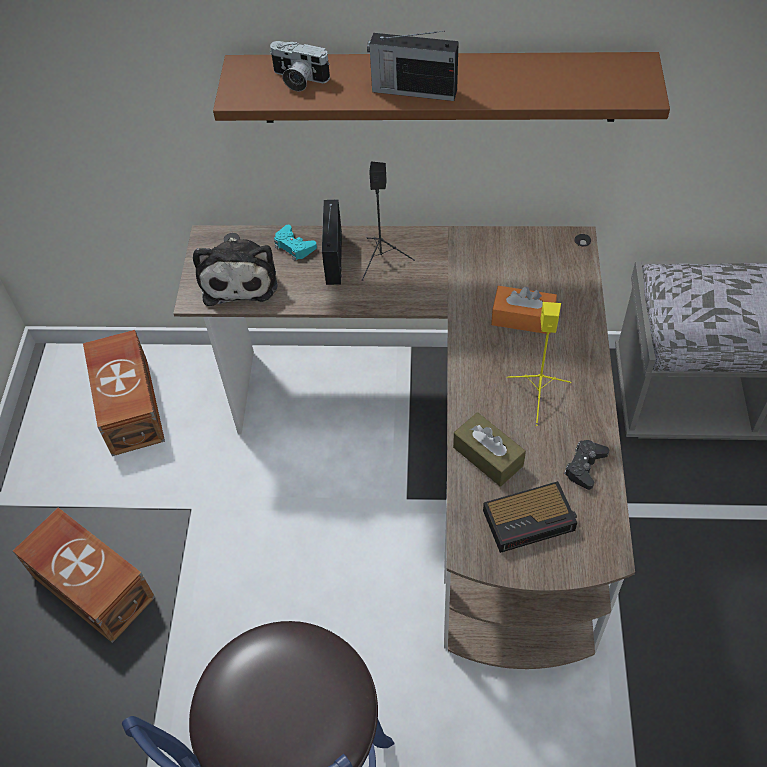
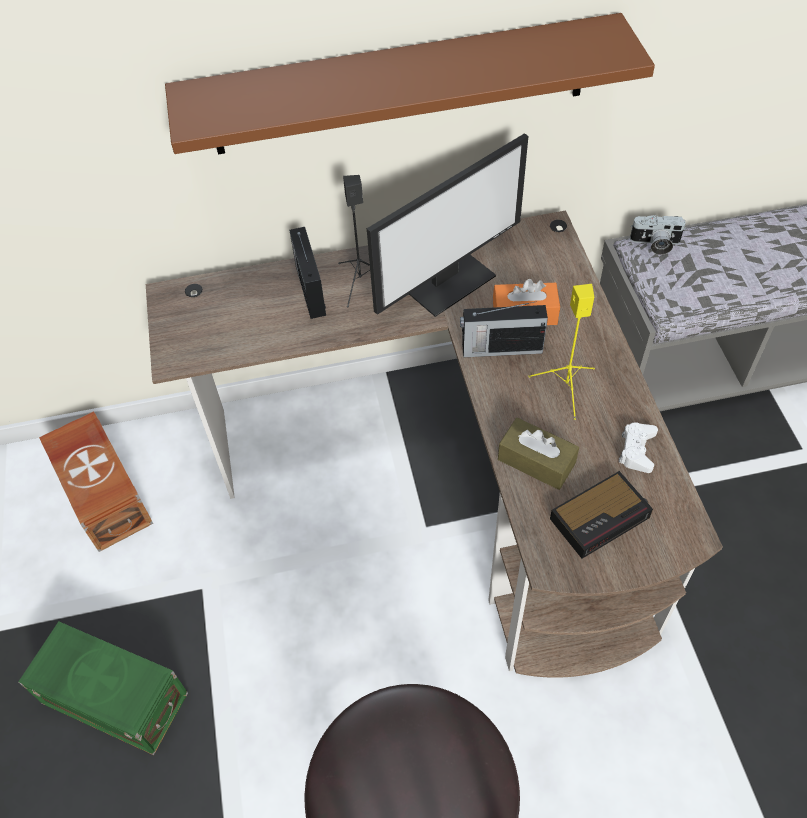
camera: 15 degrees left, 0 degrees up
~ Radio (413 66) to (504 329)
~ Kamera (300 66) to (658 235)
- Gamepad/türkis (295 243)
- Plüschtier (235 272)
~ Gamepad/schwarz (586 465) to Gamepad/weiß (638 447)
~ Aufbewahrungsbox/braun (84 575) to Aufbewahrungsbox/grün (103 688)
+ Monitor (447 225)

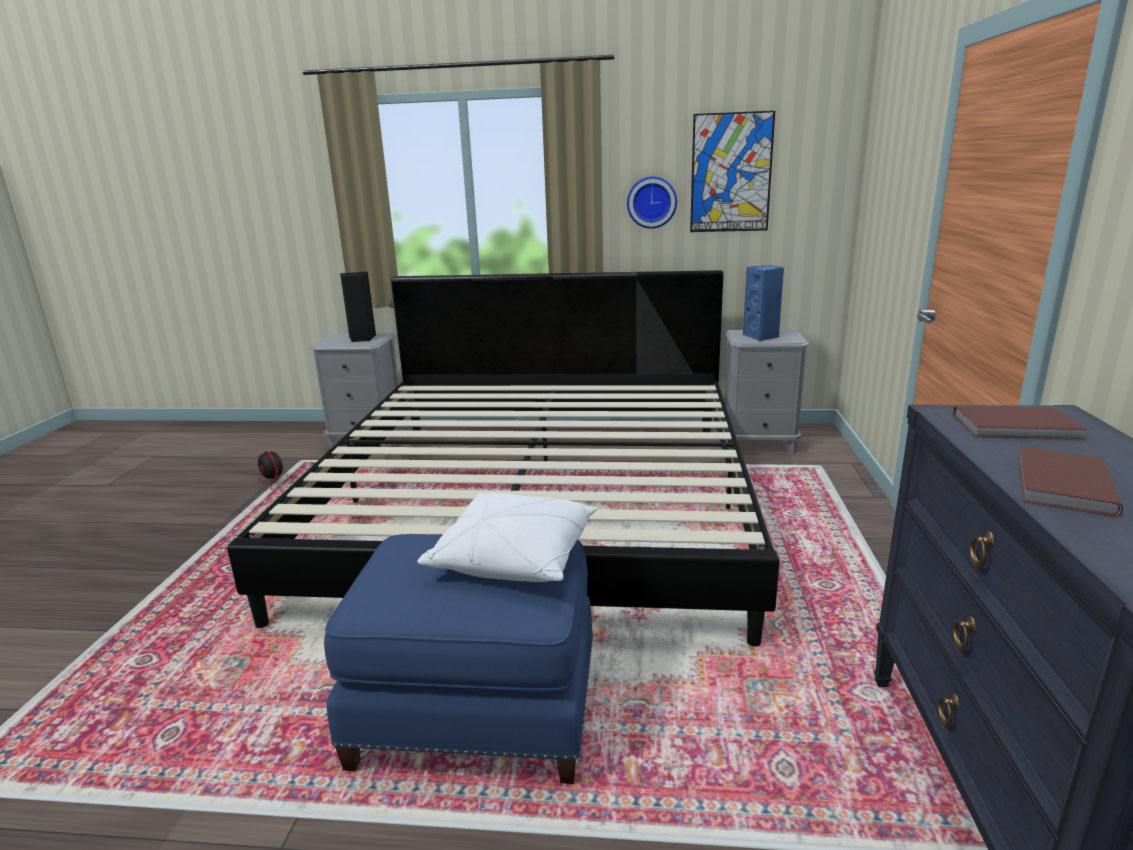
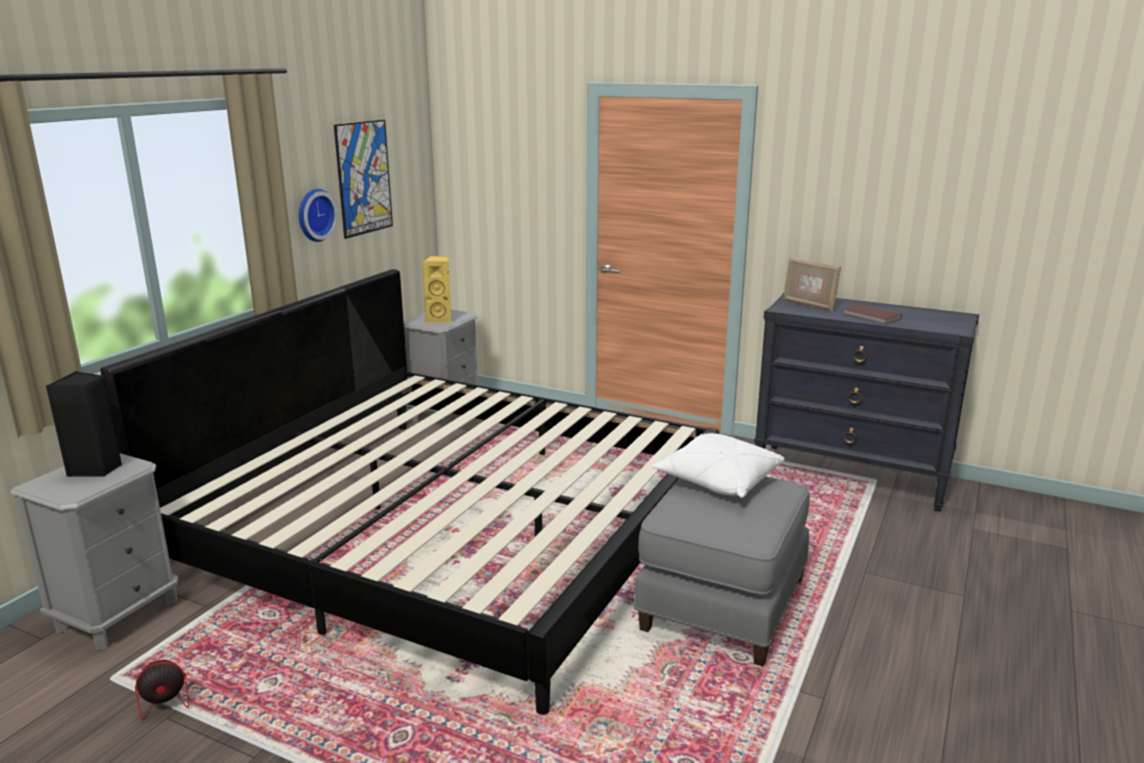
camera: 70 degrees left, 0 degrees up
~ Lautsprecher/blau (763 303) to Lautsprecher/gelb (437 289)
~ Buch/braun (1020 423) to Bilderrahmen (812 284)
~ Polsterhocker/blau (458 659) to Polsterhocker/grau (721 571)

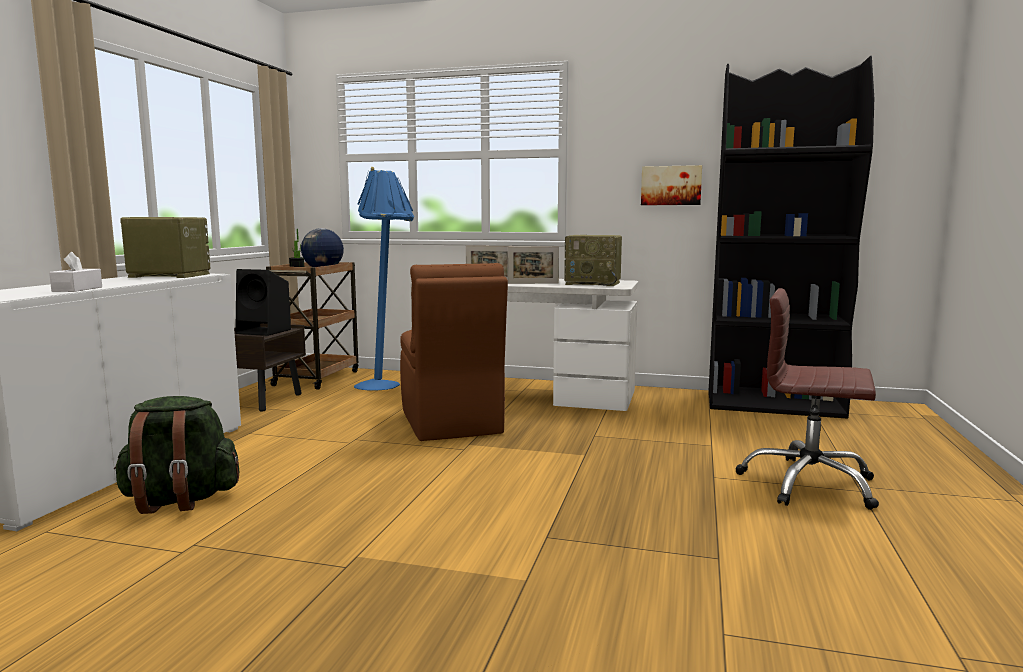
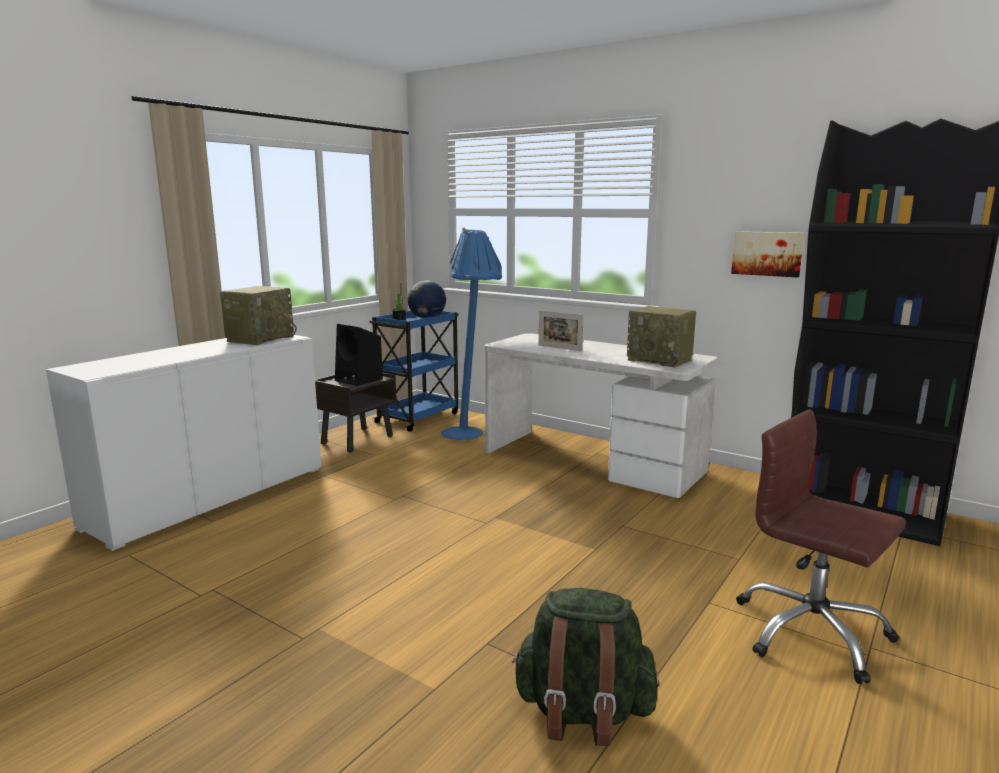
camera: 20 degrees right, 5 degrees up
~ Radio (165 247) = (258 315) 90 degrees clockwise
- Bilderrahmen (533 265)
- Taschentuchbox/weiß (75 272)
~ Rollwagen/braun (312 326) to Rollwagen/blau (414 371)
- Stuhl/braun (454 352)
~ Rucksack/grün (176 455) to (585 667)

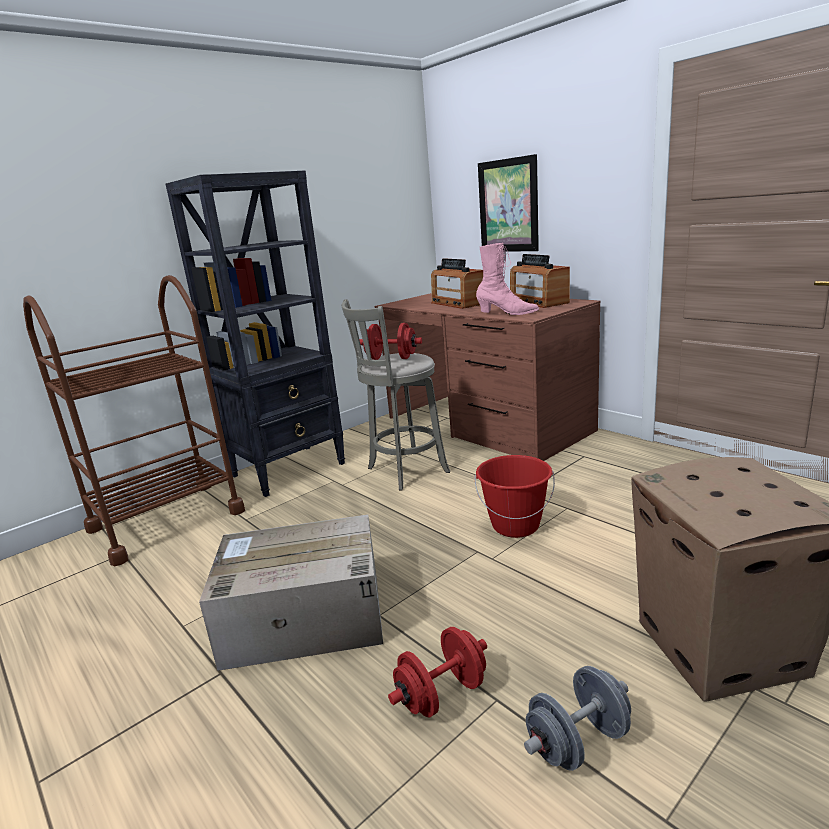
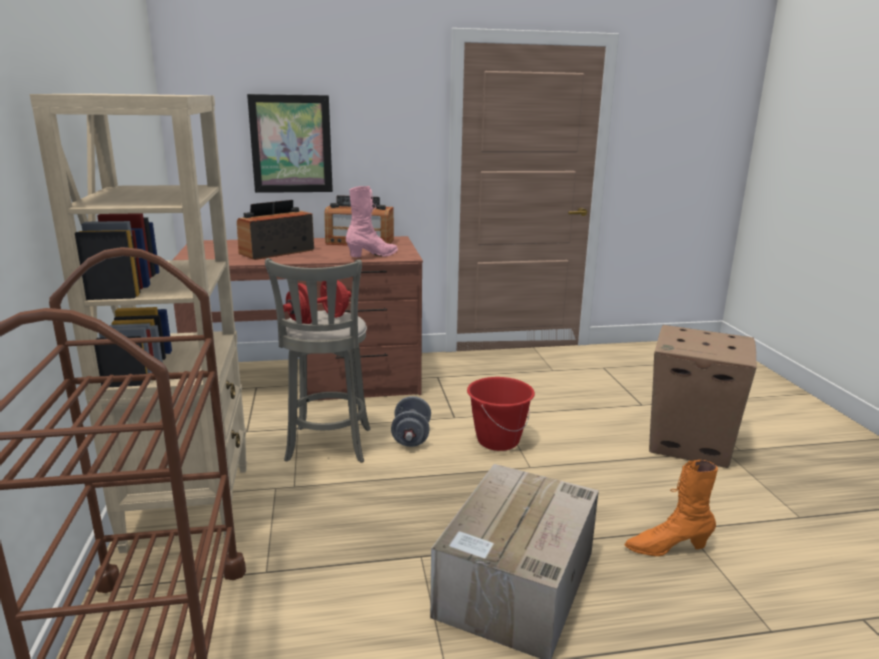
camera: 60 degrees left, 0 degrees up
~ Bücherregal/schwarz (255 334) to Bücherregal/beige (138 323)
~ Radio (457 283) = (275 230) 135 degrees clockwise
~ Hantel/rot (437 672) to Stiefel/orange (671 508)
~ Hantel/grau (577 718) to (411 421)

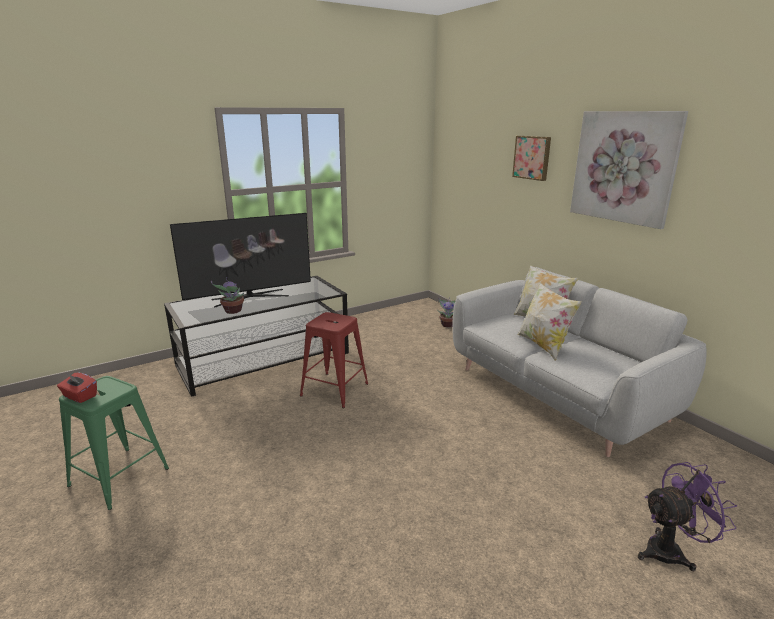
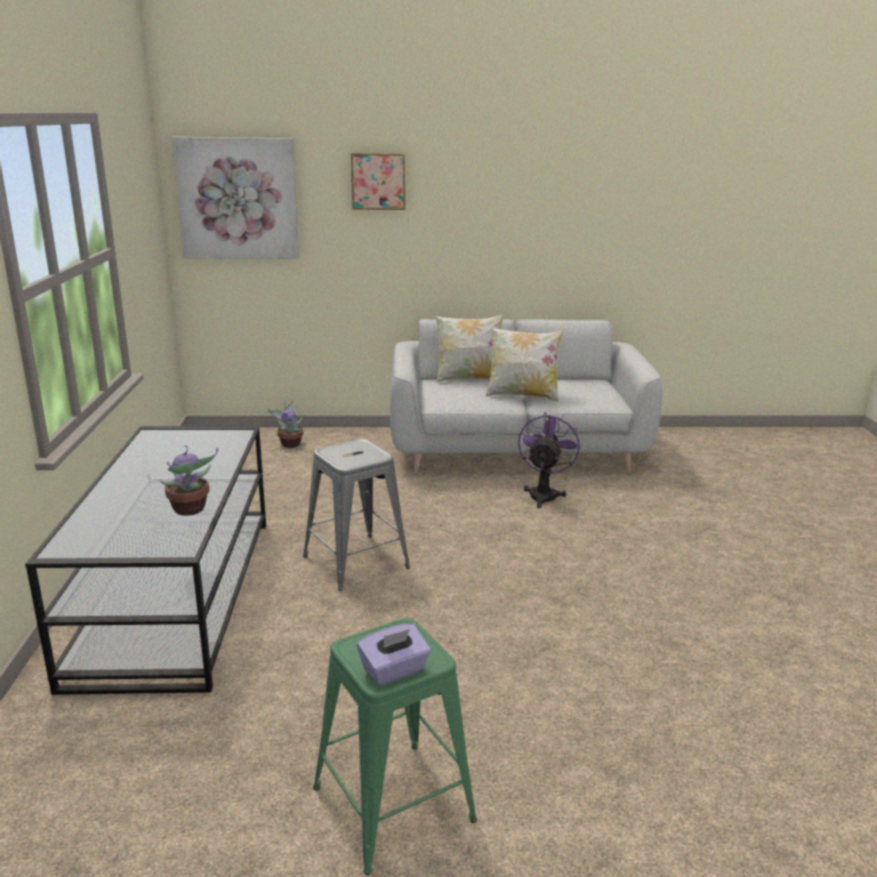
camera: 60 degrees left, 0 degrees up
~ Bild (629 170) to (235 198)
- Fernseher (240 260)
~ Hocker/rot (334 360) to Hocker/grau (356 515)
~ Taschentuchbox/rot (77 388) to Taschentuchbox/lila (394 655)
~ Ventilator/lila (687 516) to (549 460)

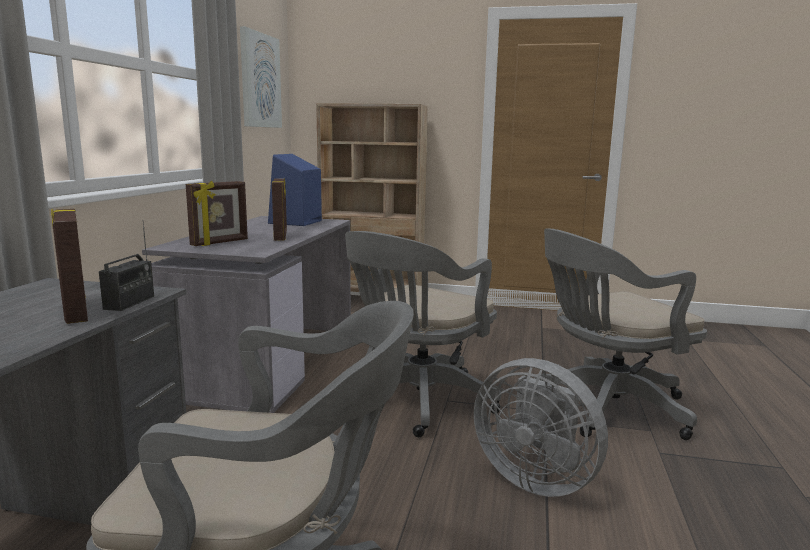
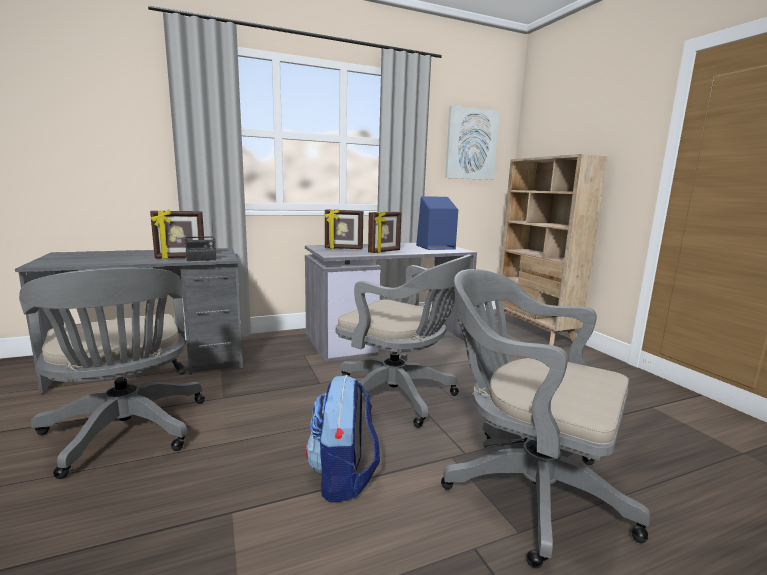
camera: 55 degrees right, 0 degrees up
~ Bilderrahmen (69 266) = (177 234) 135 degrees counterclockwise
~ Bürostuhl/grau (423 334) = (404 341) 150 degrees counterclockwise
~ Ventilator/grau (541 427) to Rucksack (343 439)

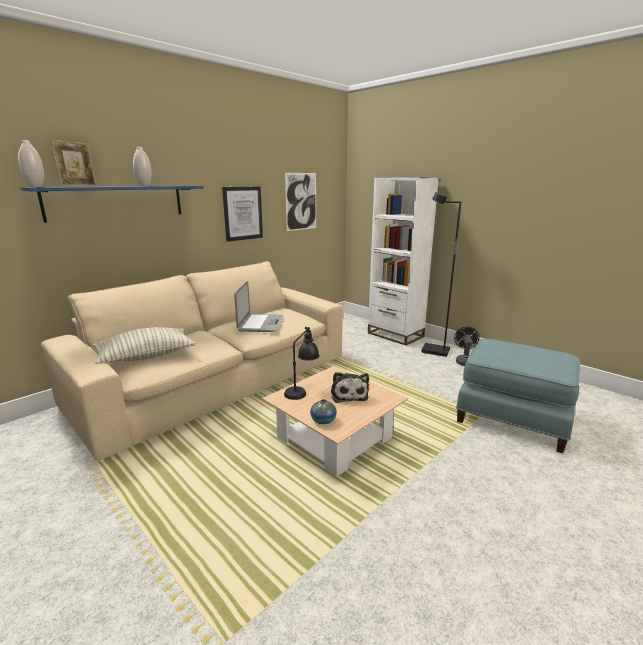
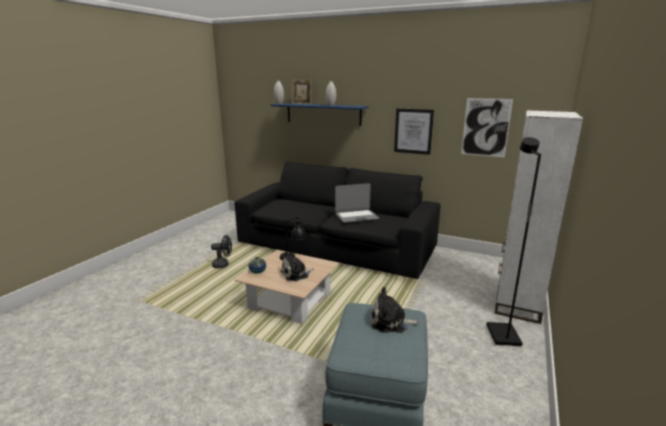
camera: 70 degrees right, 0 degrees up
~ Sofa/beige (192 361) to Sofa/schwarz (337 220)
- Kissen (144 345)
~ Ventilator/schwarz (466 346) to (221 251)
+ Plüschtier (395 310)

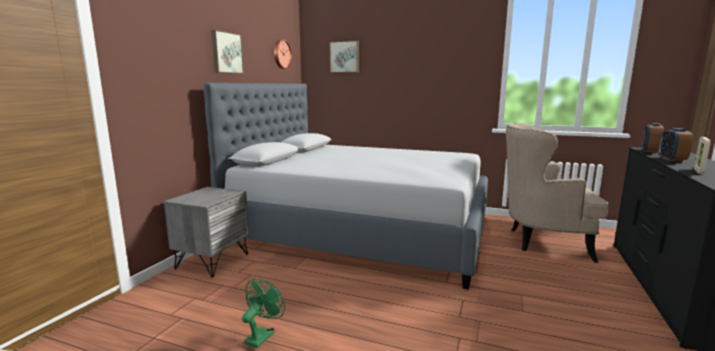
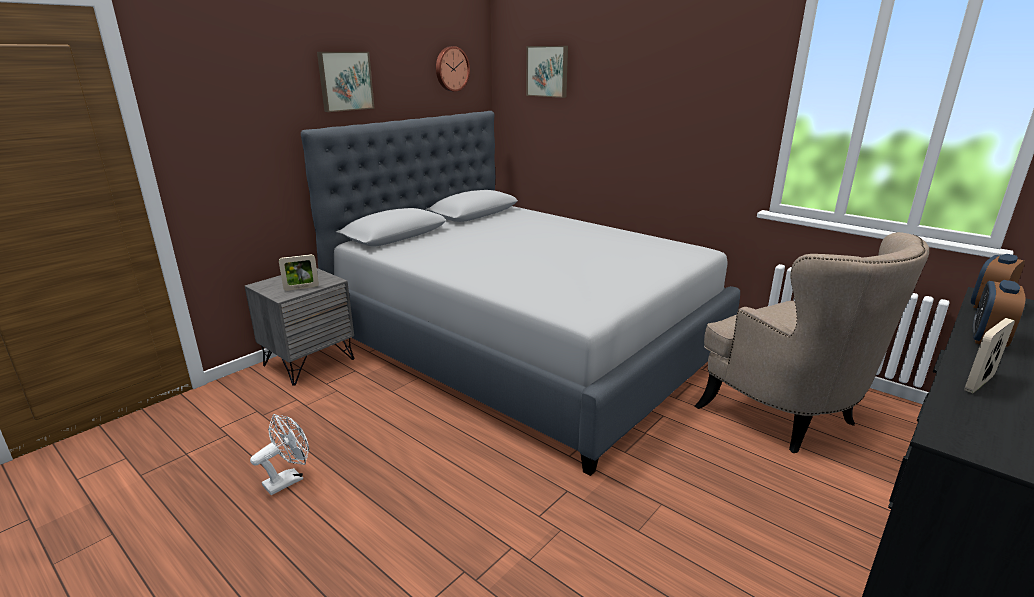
camera: 20 degrees right, 10 degrees up
~ Sessel/beige (557 193) = (812 342) 150 degrees counterclockwise
~ Ventilator/grün (263 313) to Ventilator/weiß (279 454)
+ Bilderrahmen (299 272)

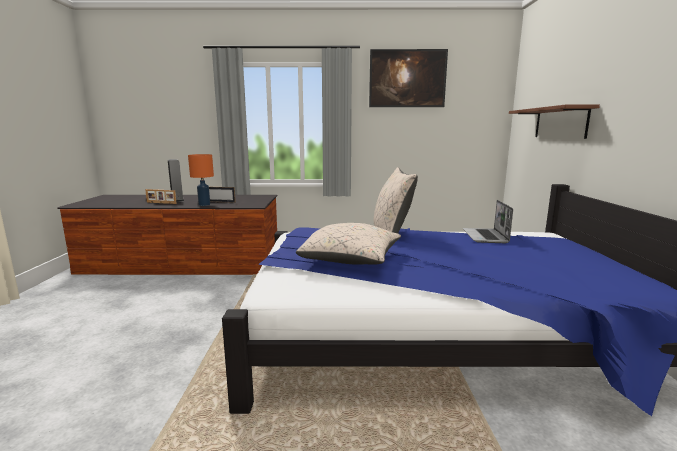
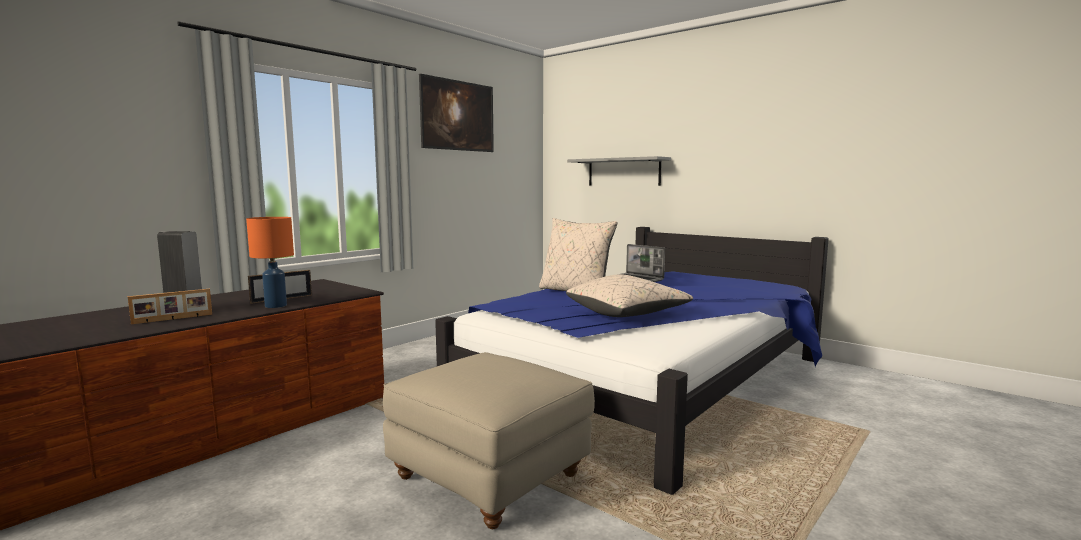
camera: 50 degrees left, 5 degrees down
~ Wandregal/braun (554 121) to Wandregal/grau (619 171)
+ Polsterhocker/beige (489 440)

